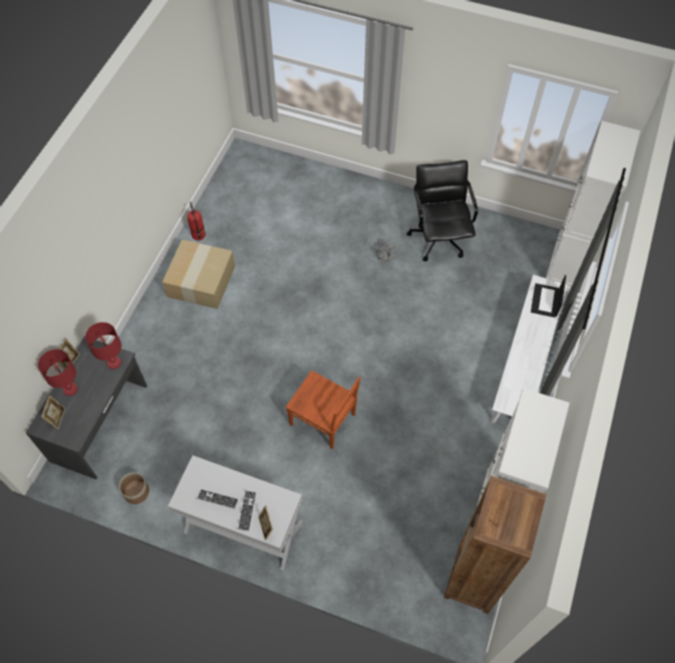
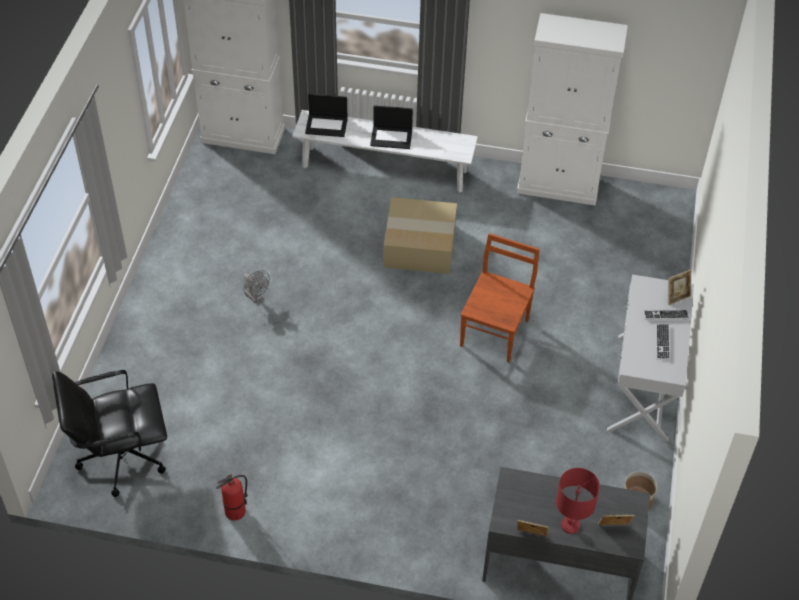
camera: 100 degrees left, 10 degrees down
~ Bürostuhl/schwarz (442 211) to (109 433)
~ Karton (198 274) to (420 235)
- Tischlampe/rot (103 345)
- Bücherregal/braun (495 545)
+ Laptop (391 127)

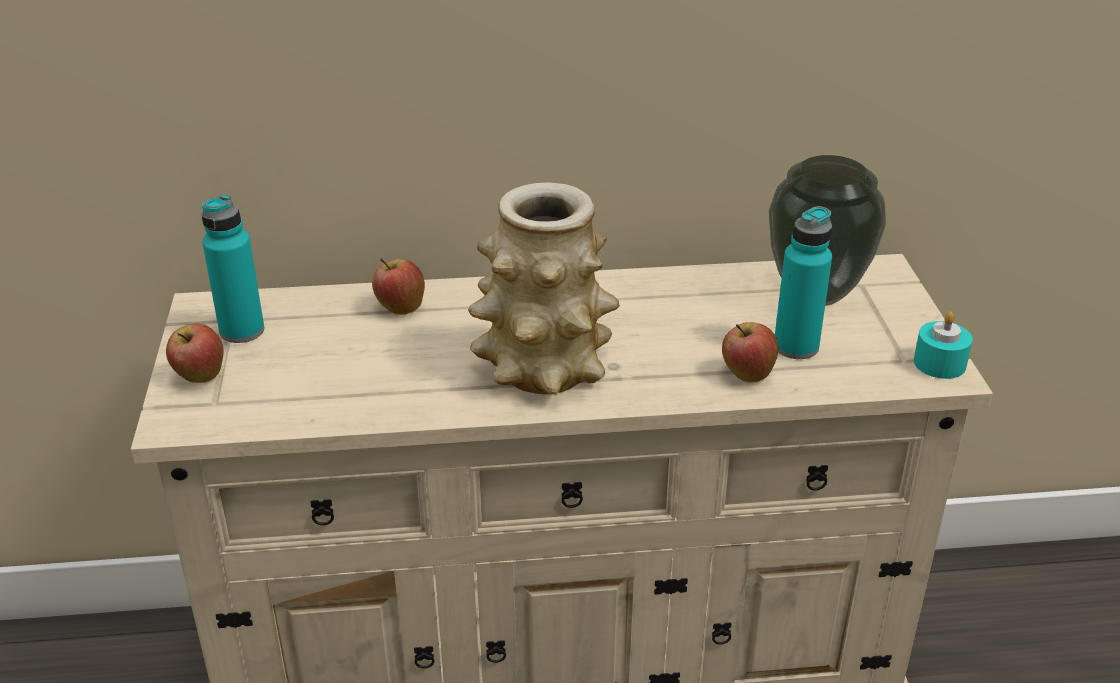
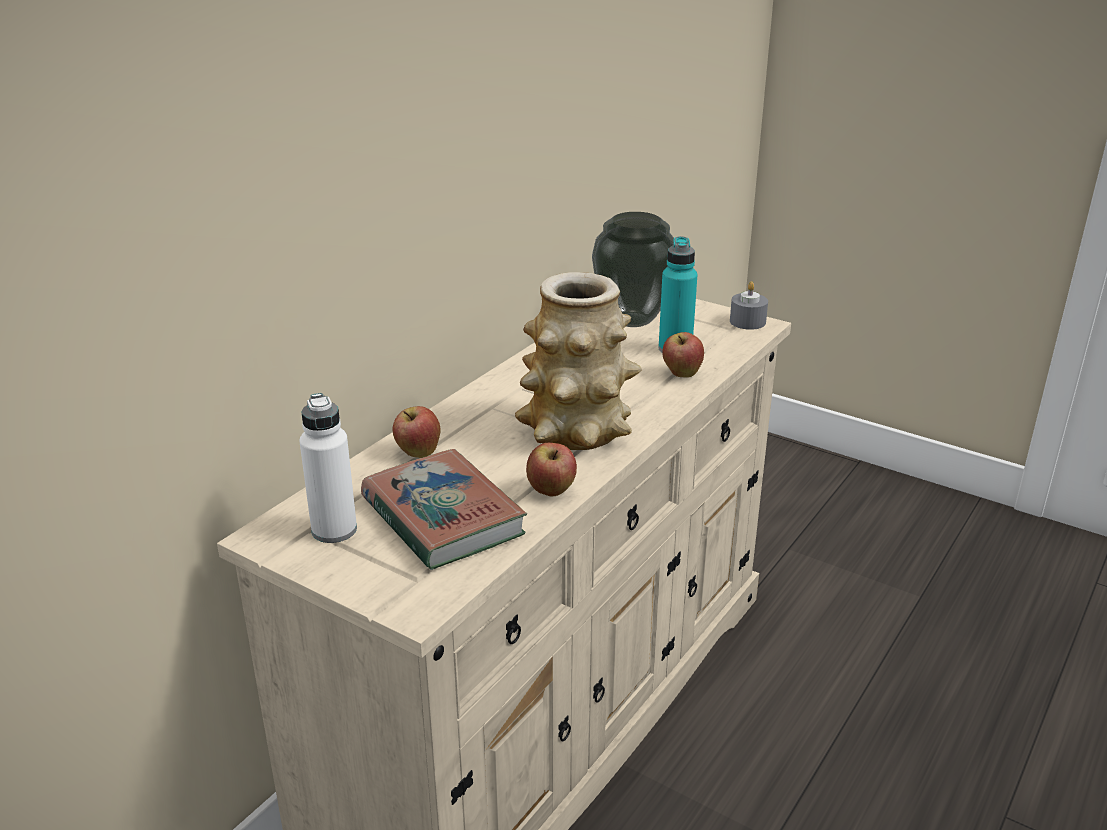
camera: 50 degrees left, 5 degrees down
~ Flasche/türkis (232 268) to Flasche/weiß (328 468)
~ Kerze/türkis (943 345) to Kerze/grau (749 305)
~ Apfel (194 353) to (551 469)
+ Buch (444 509)

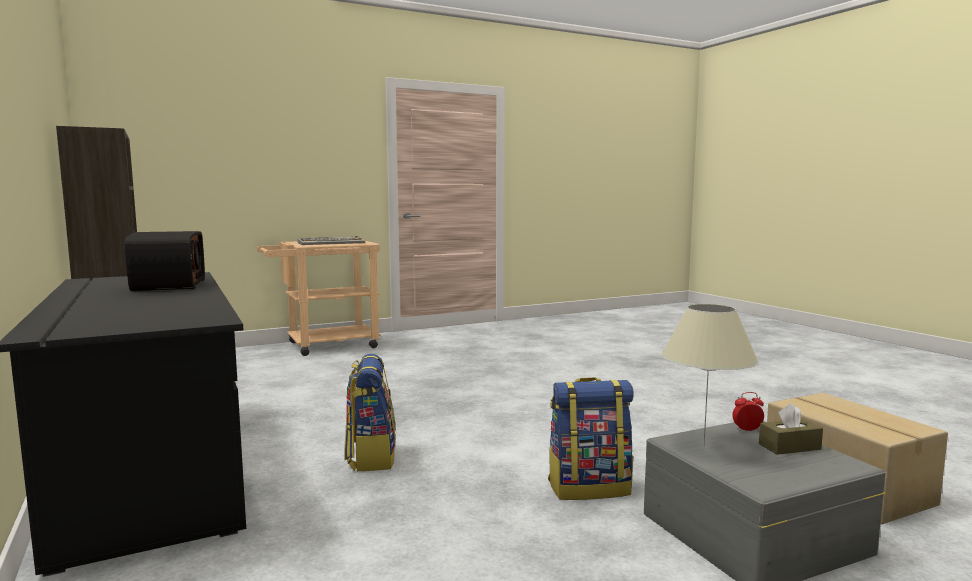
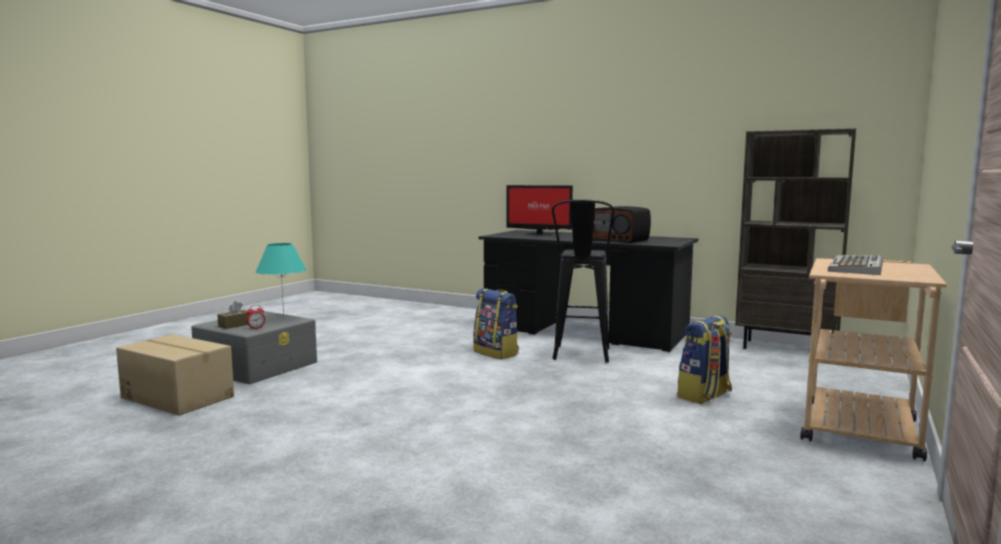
camera: 145 degrees right, 0 degrees up
~ Tischlampe/beige (709 375) to Tischlampe/türkis (281 280)
~ Rucksack (591 438) to (704 359)
+ Monitor (539 210)
+ Hocker/schwarz (583 281)

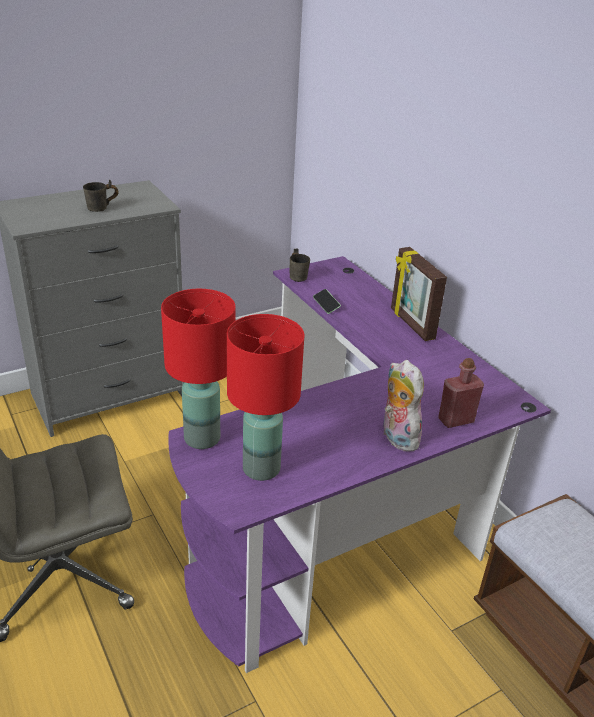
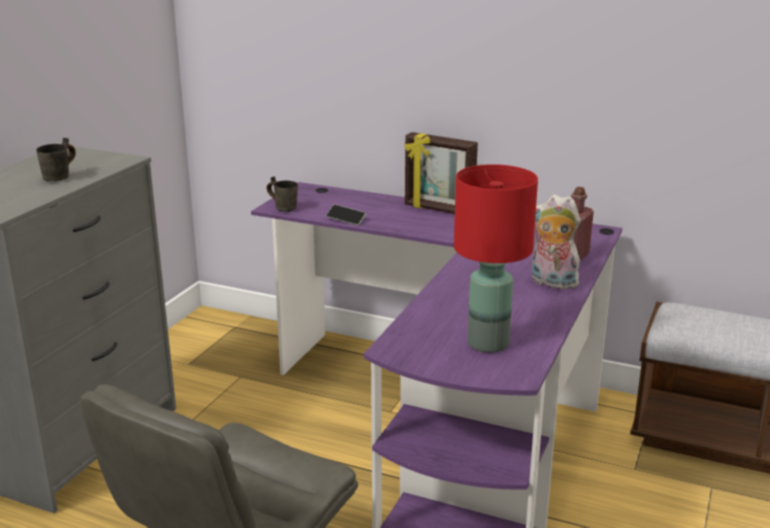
camera: 35 degrees left, 10 degrees down
- Tischlampe/rot (198 369)

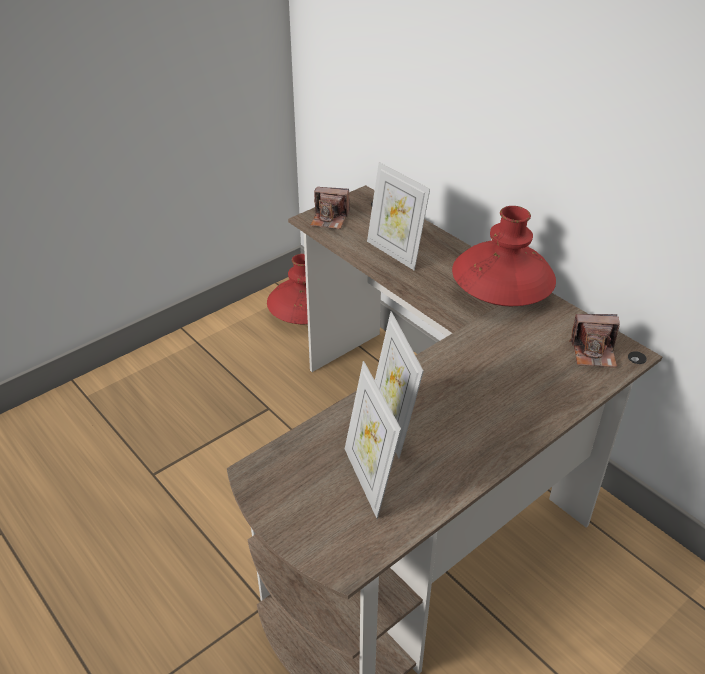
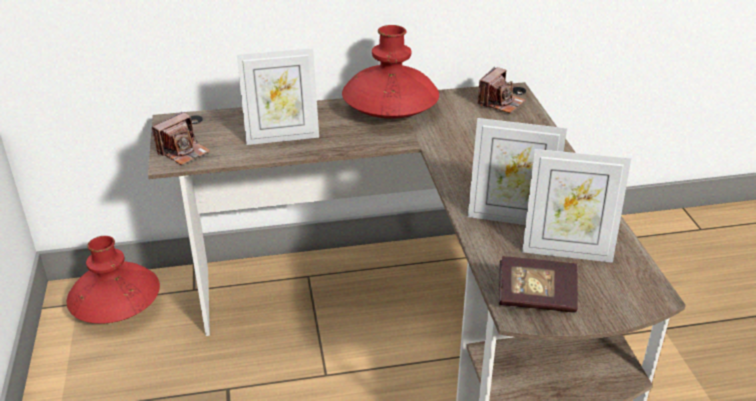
camera: 60 degrees left, 5 degrees down
+ Buch (538 284)

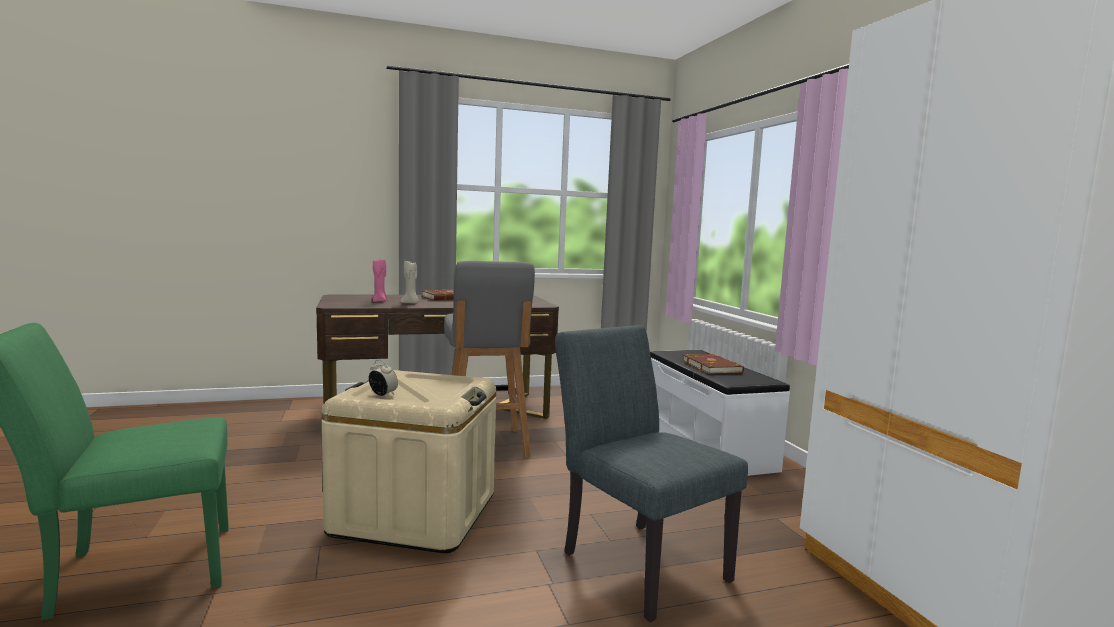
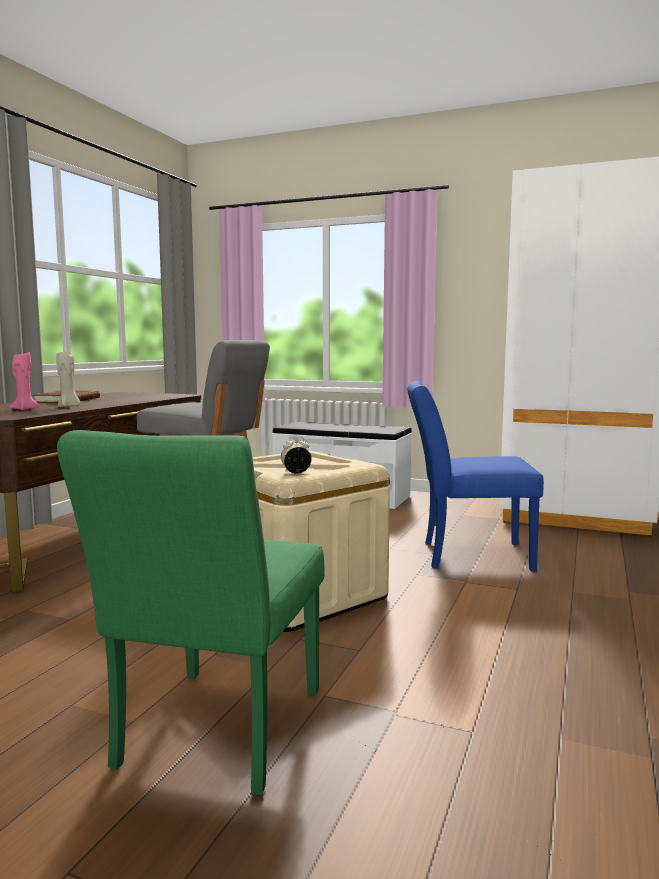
camera: 50 degrees left, 0 degrees up
~ Stuhl/grau (651 473) to Stuhl/blau (475 476)
- Buch/braun (713 364)

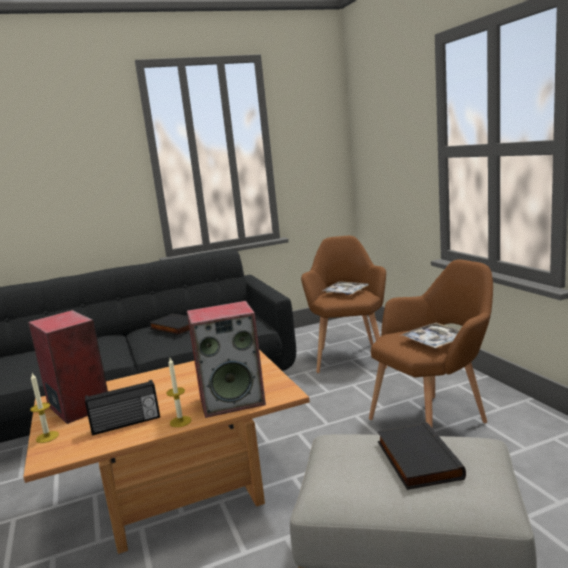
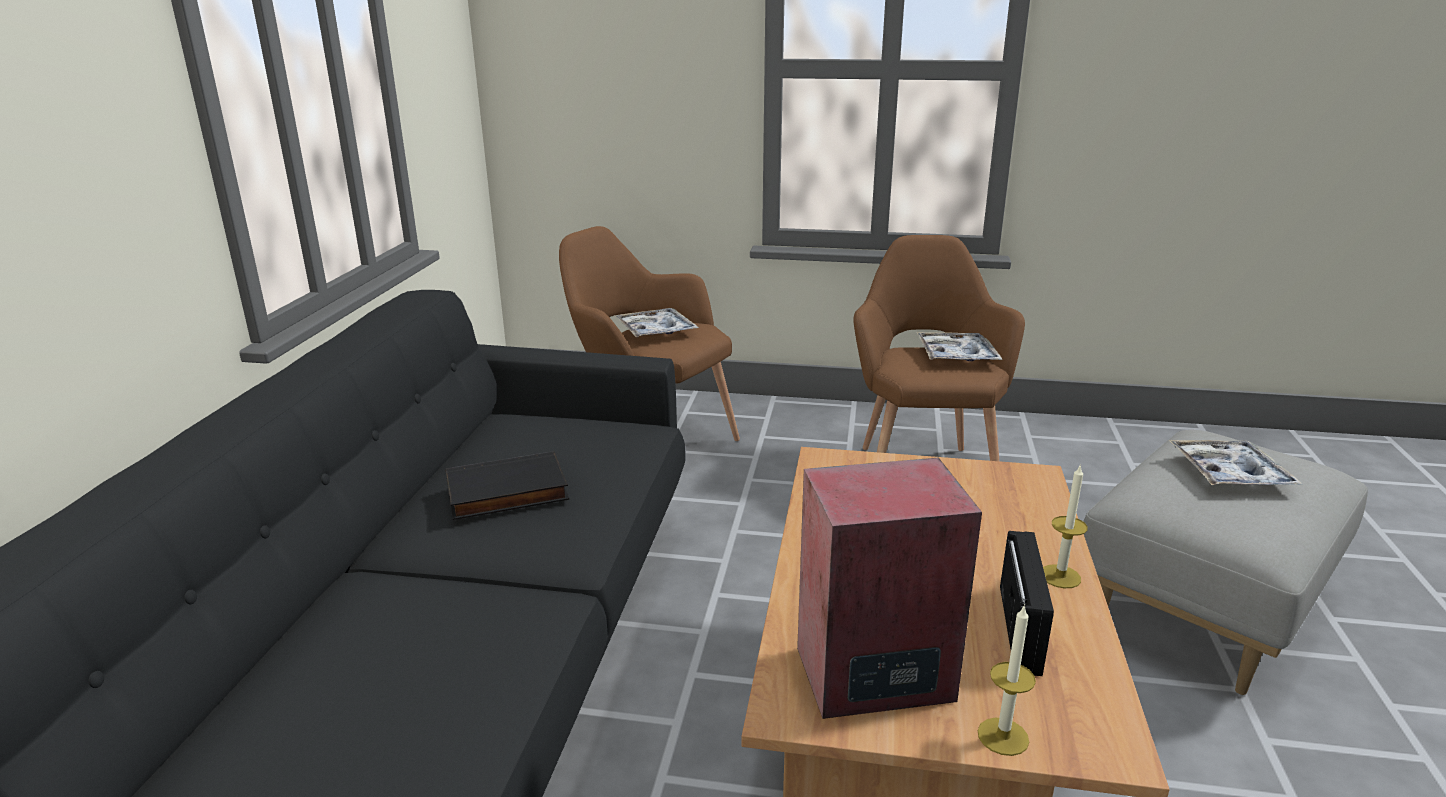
camera: 60 degrees left, 10 degrees up
- Lautsprecher (226 359)
~ Buch/schwarz (421 456) to Tablett (1236 462)

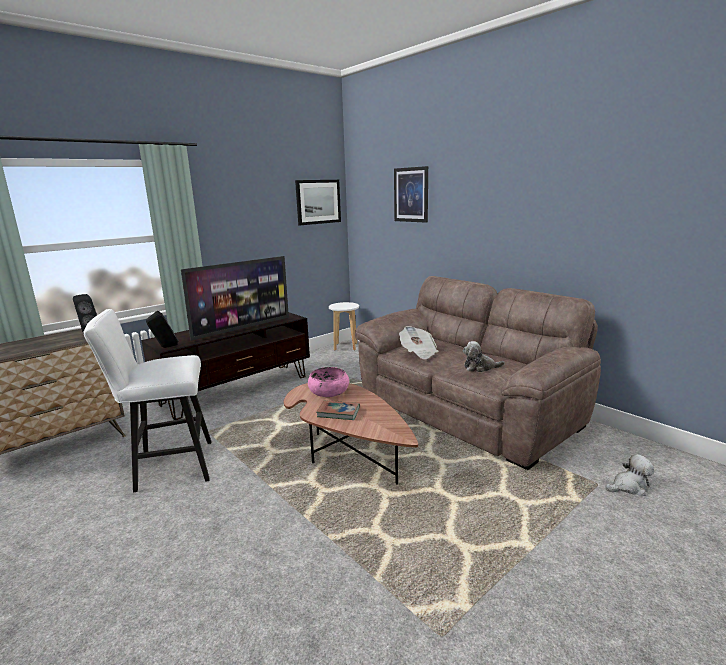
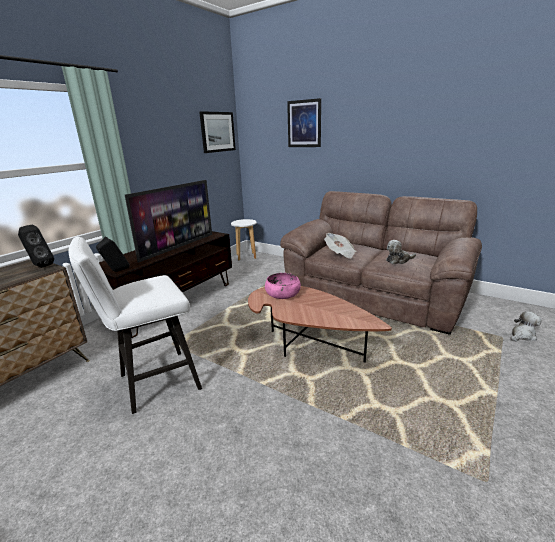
camera: 15 degrees left, 5 degrees up
- Buch (338 410)

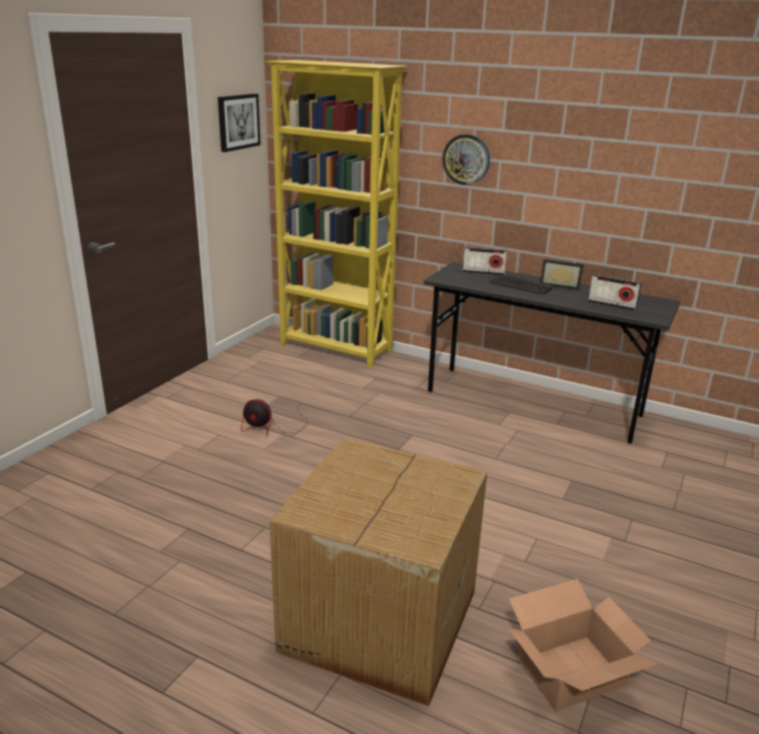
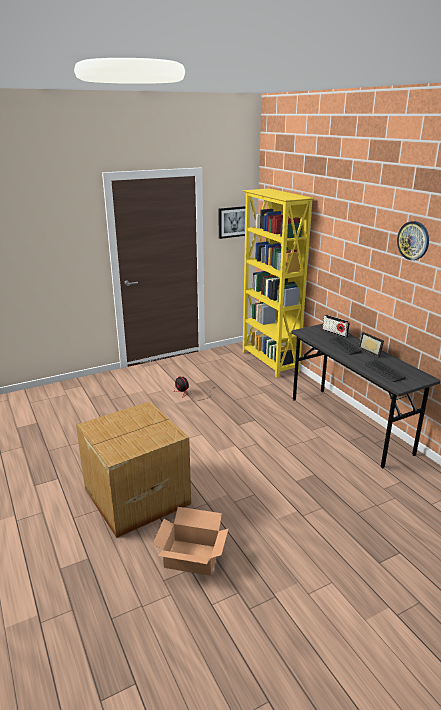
camera: 35 degrees right, 0 degrees up
~ Wanduhr (466 159) to (413 240)
~ Radio (615 293) to Tastatur (385 371)

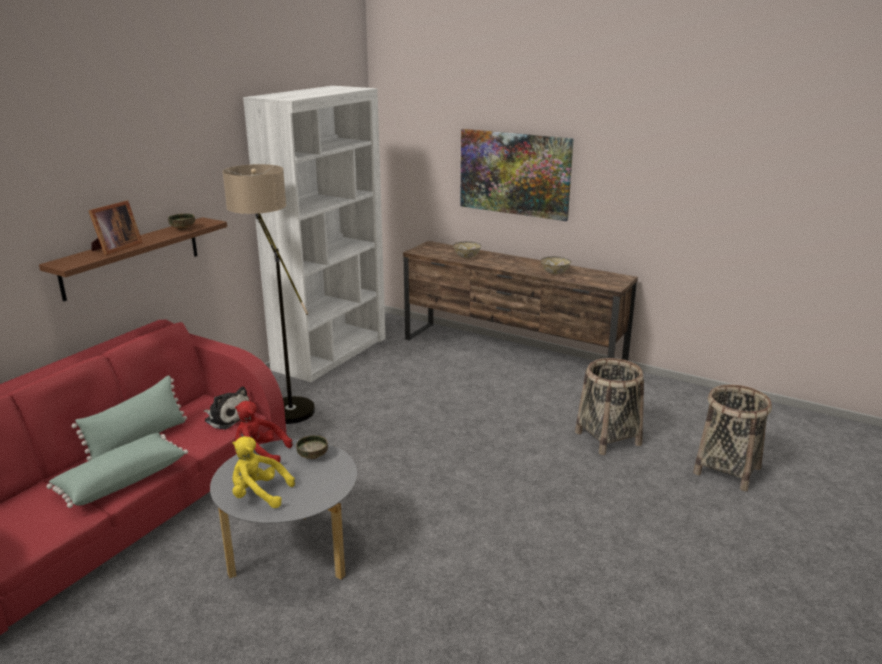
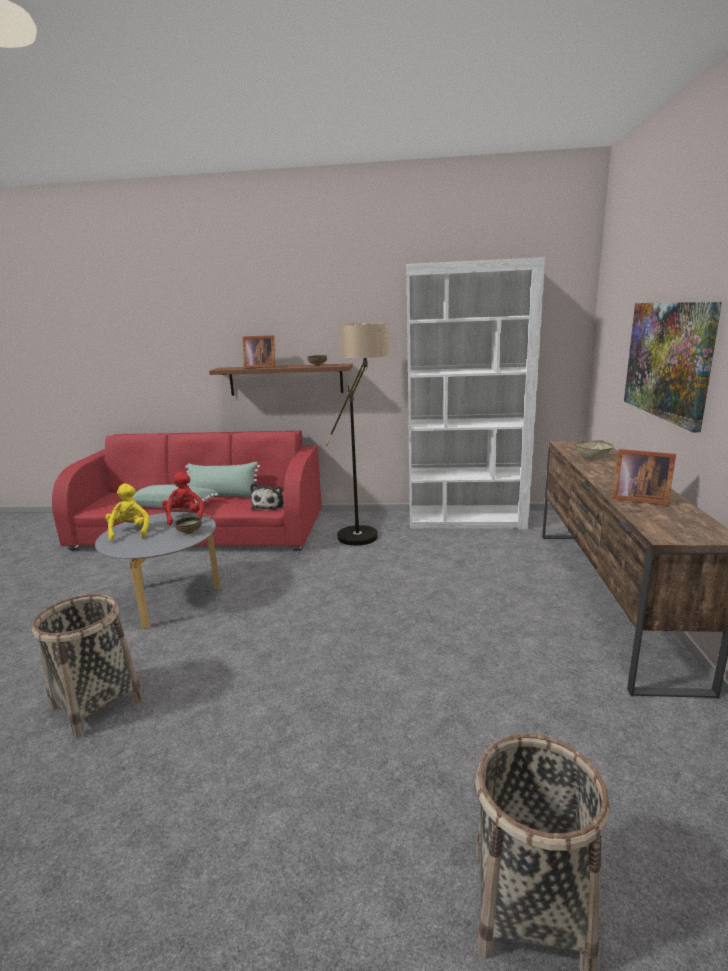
camera: 65 degrees right, 5 degrees down
~ Schüssel (556 265) to Bilderrahmen (644 477)
~ Korb (609 406) to (88 666)

